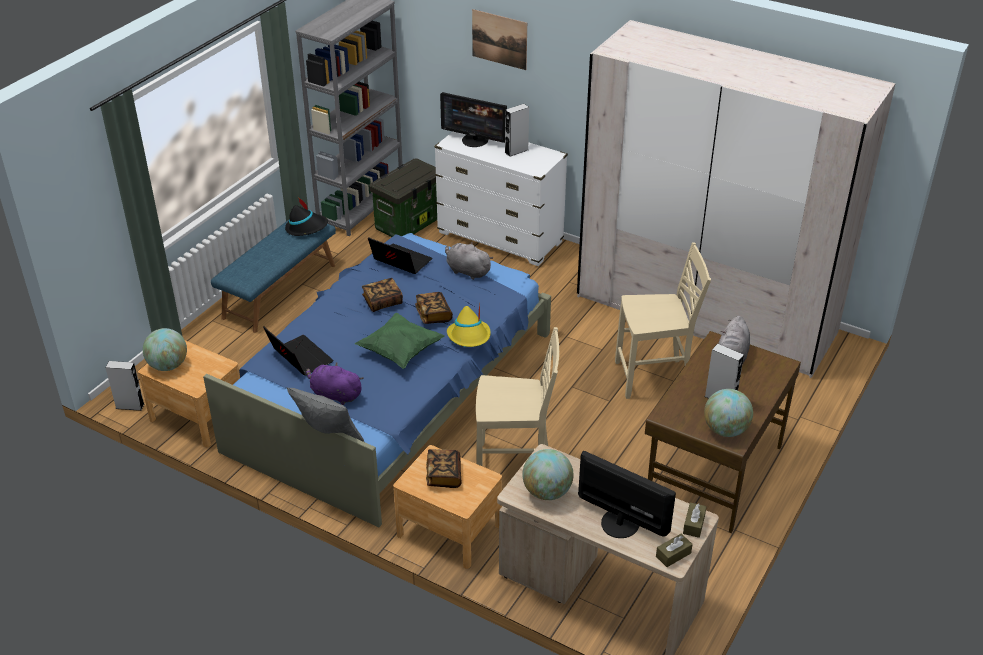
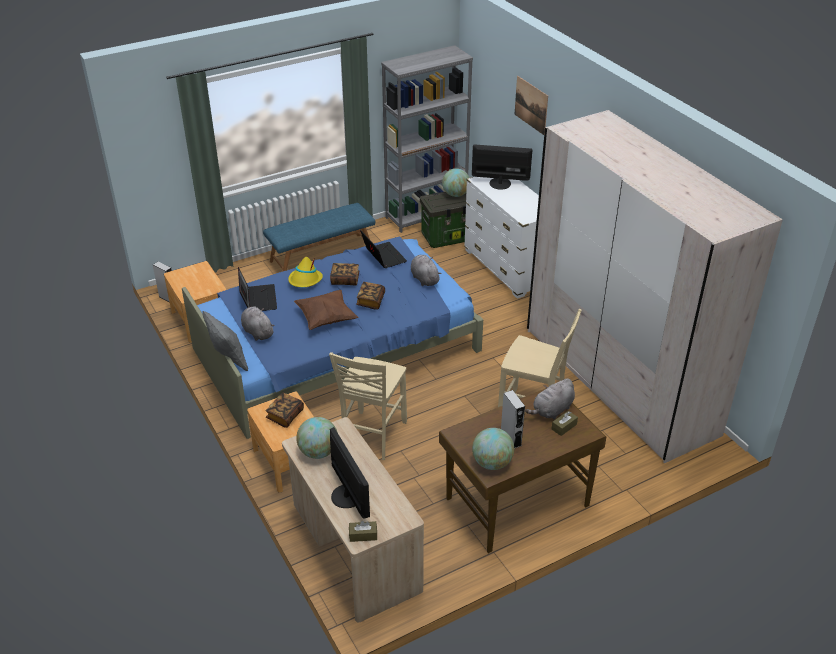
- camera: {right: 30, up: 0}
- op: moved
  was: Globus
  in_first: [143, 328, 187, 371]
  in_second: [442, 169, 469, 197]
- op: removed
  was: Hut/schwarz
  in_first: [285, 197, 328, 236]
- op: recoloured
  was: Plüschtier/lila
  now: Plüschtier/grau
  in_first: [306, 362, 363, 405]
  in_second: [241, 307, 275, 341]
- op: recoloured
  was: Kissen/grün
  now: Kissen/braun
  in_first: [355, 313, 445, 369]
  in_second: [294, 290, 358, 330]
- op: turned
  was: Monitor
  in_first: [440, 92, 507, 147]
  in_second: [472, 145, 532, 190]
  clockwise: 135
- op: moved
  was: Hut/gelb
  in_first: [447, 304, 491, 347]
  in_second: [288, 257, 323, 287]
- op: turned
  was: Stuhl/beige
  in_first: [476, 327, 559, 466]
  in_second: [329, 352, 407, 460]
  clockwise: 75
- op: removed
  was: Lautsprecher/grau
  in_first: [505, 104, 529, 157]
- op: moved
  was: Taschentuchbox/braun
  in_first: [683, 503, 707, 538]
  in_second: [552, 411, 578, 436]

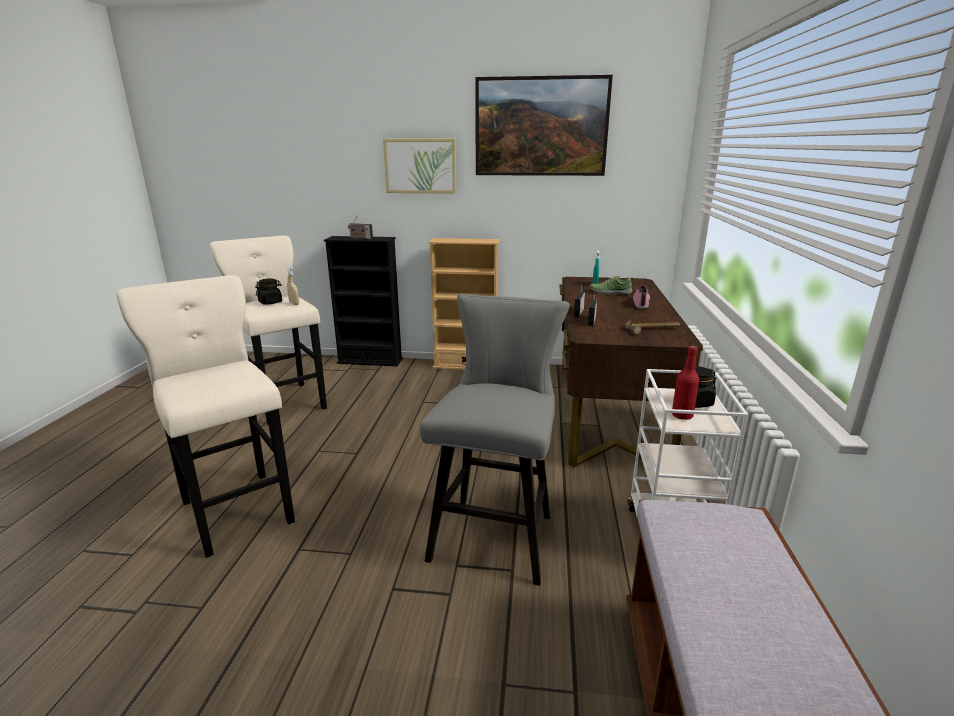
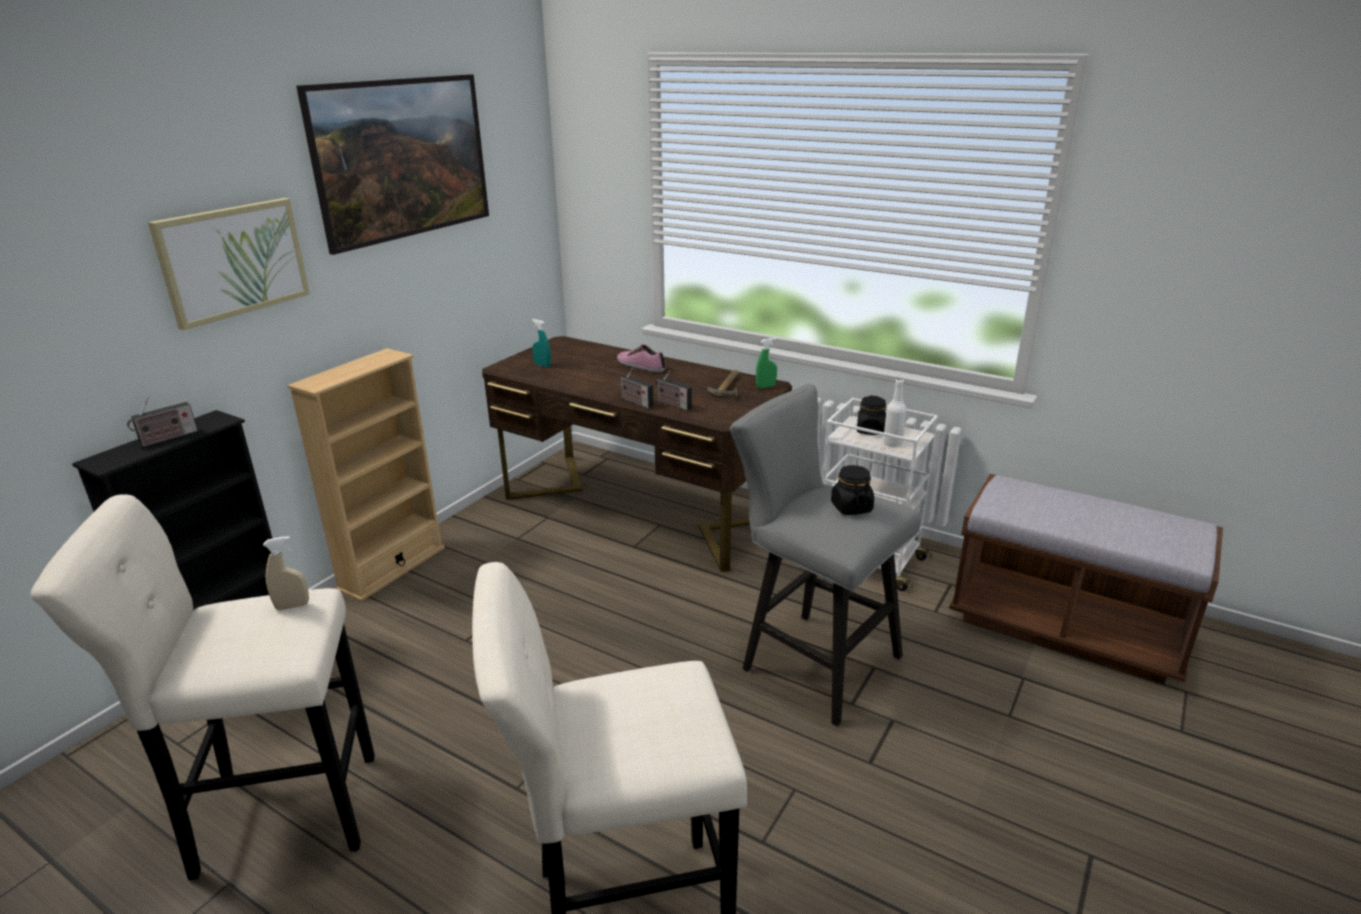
- camera: {right: -65, up: 5}
- op: moved
  was: Vorratsglas/schwarz
  in_first: [255, 279, 282, 305]
  in_second: [831, 465, 874, 515]
- op: removed
  was: Schuh
  in_first: [590, 276, 633, 295]
- op: recoloured
  was: Flasche/rot
  now: Flasche/weiß
  in_first: [672, 346, 699, 420]
  in_second: [883, 378, 907, 447]
- op: added
  now: Sprühflasche/grün
  in_second: [756, 338, 777, 388]

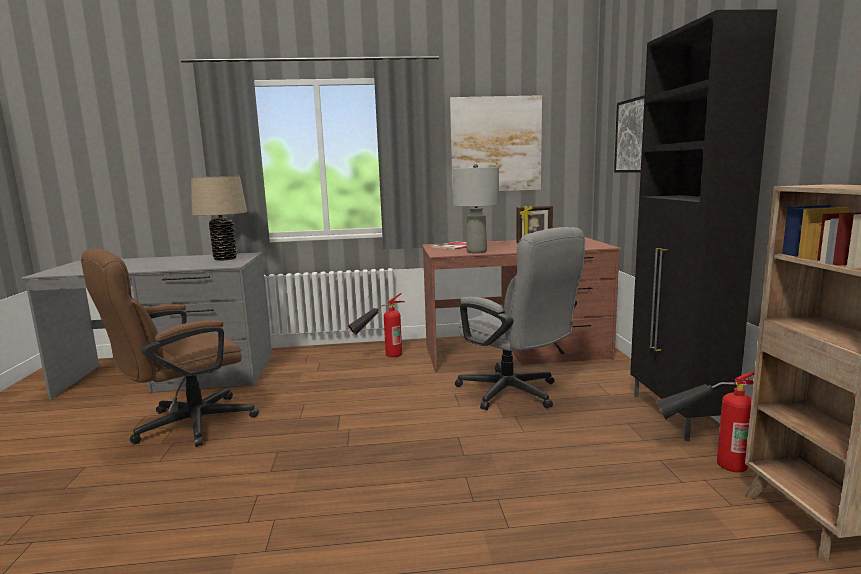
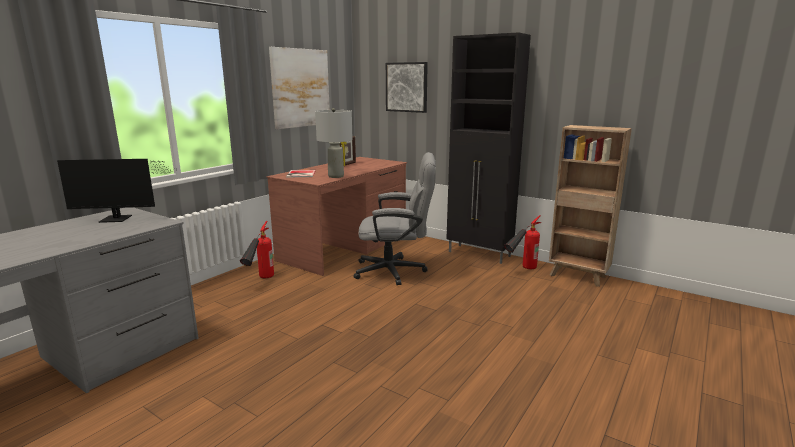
- camera: {right: -50, up: 5}
- op: removed
  was: Bürostuhl/braun
  in_first: [81, 248, 259, 447]
- op: replaced
  was: Tischlampe/beige
  now: Monitor
  in_first: [191, 176, 247, 261]
  in_second: [57, 159, 176, 223]

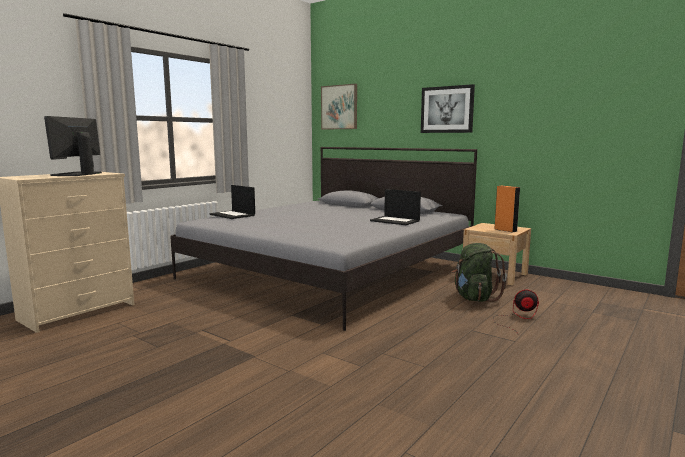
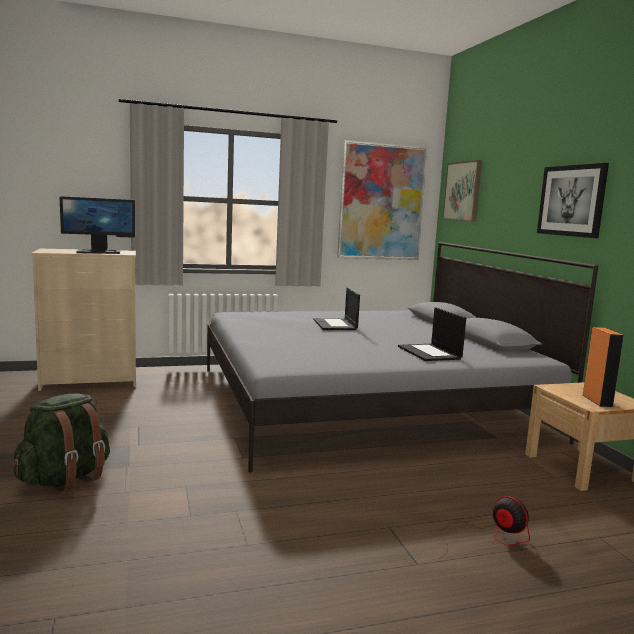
- camera: {right: 35, up: 0}
- op: turned
  was: Monitor
  in_first: [44, 116, 102, 176]
  in_second: [60, 196, 135, 254]
  clockwise: -150
- op: moved
  was: Laptop
  in_first: [209, 185, 255, 219]
  in_second: [314, 288, 360, 330]
- op: moved
  was: Rucksack/grün
  in_first: [452, 243, 507, 302]
  in_second: [13, 394, 110, 493]
- op: added
  now: Bild
  in_second: [337, 140, 428, 260]

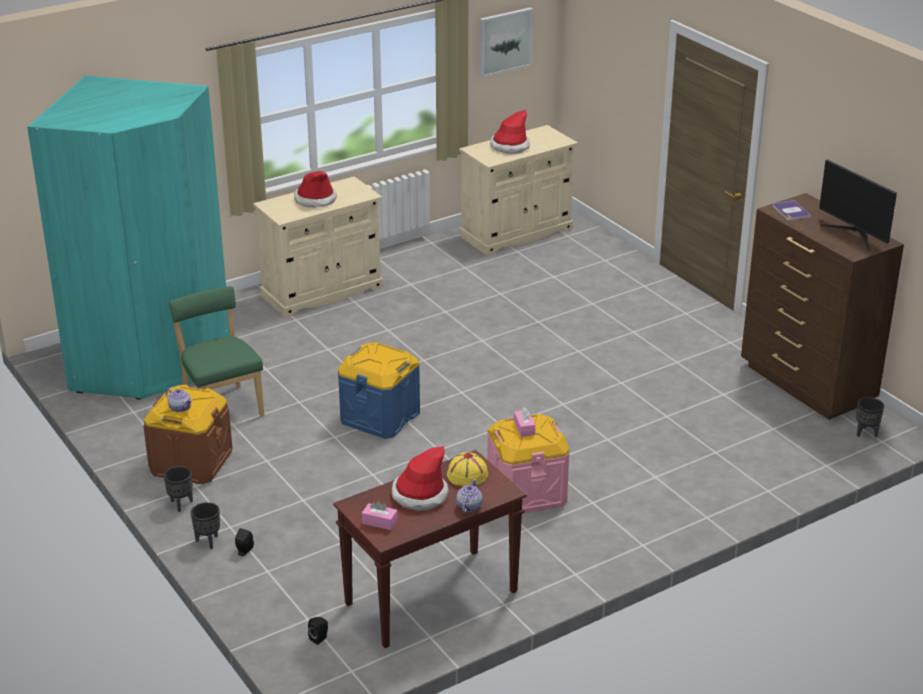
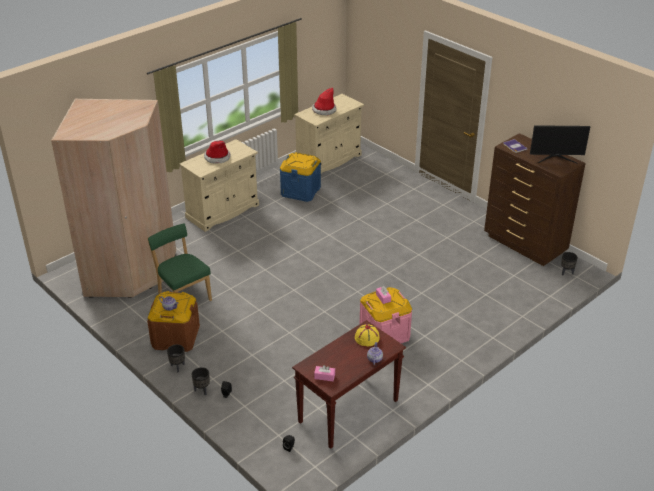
- camera: {right: -10, up: 5}
- op: recoloured
  was: Kleiderschrank/türkis
  now: Kleiderschrank/beige
  in_first: [27, 76, 230, 400]
  in_second: [51, 99, 176, 298]
- op: moved
  was: Aufbewahrungsbox/blau
  in_first: [338, 342, 420, 439]
  in_second: [280, 152, 321, 202]
- op: removed
  was: Hut
  in_first: [392, 446, 449, 511]
- op: removed
  was: Bild
  in_first: [480, 8, 533, 78]
- op: turned
  was: Monitor
  in_first: [819, 159, 897, 251]
  in_second: [530, 125, 590, 163]
  clockwise: -45

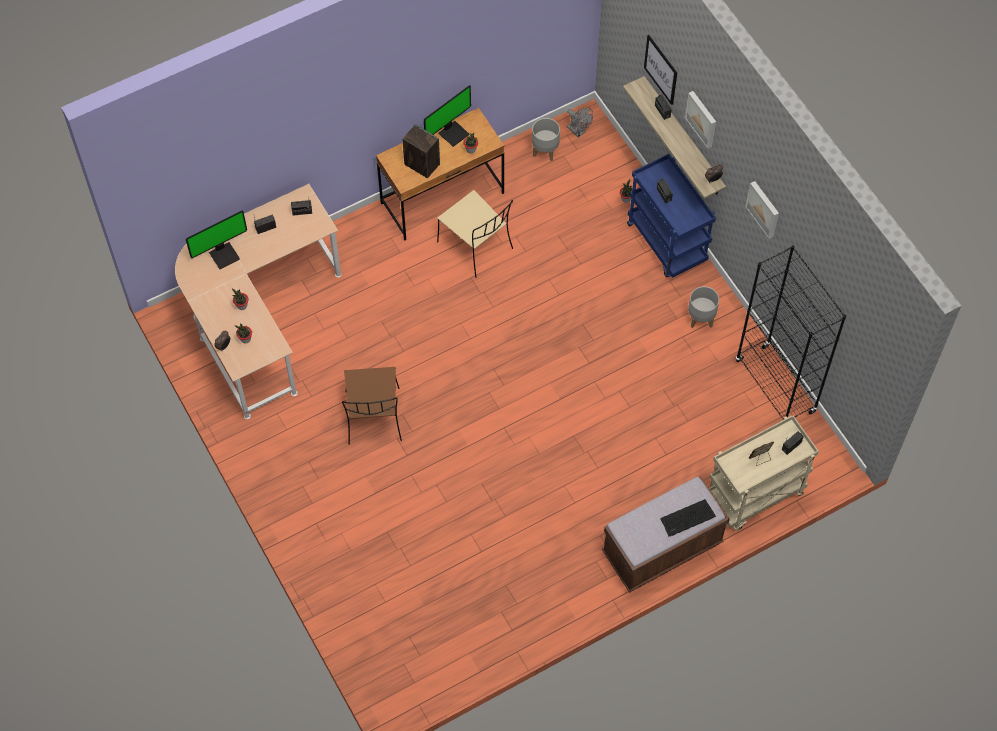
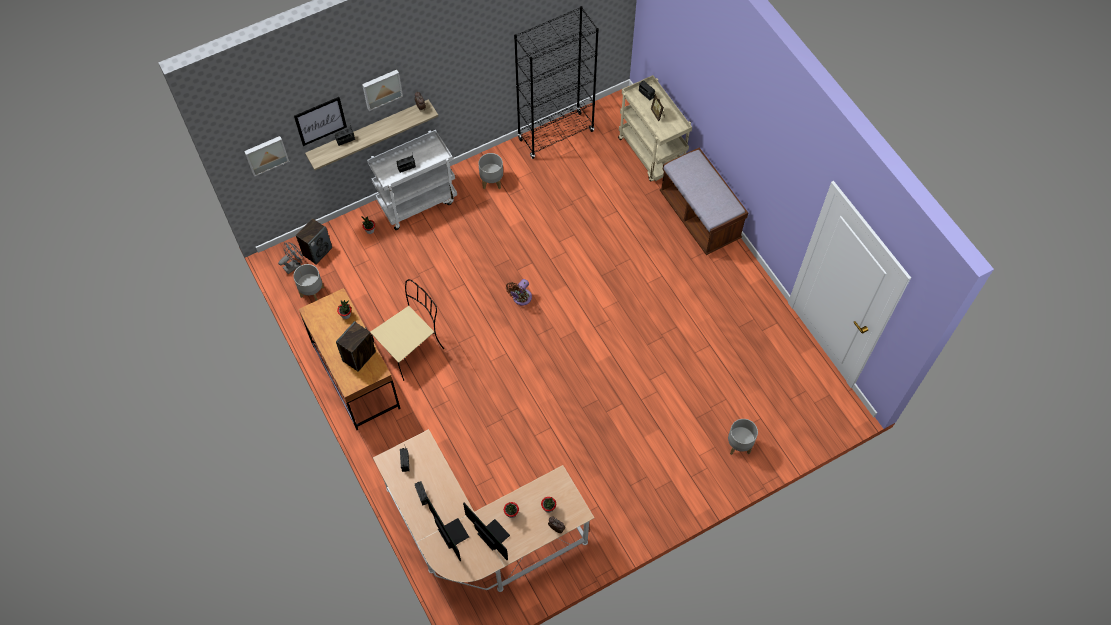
- camera: {right: -90, up: 0}
- op: removed
  was: Stuhl/braun
  in_first: [342, 367, 402, 445]
- op: moved
  was: Monitor
  in_first: [424, 85, 471, 147]
  in_second: [463, 503, 510, 561]
- op: recoloured
  was: Rollwagen/blau
  now: Rollwagen/weiß
  in_first: [627, 154, 716, 278]
  in_second: [367, 130, 457, 230]
- op: removed
  was: Tastatur
  in_first: [660, 499, 716, 536]
- op: moved
  was: Bild
  in_first: [745, 181, 779, 239]
  in_second: [244, 136, 289, 177]
- op: added
  now: Lautsprecher
  in_second: [296, 218, 332, 265]
- op: added
  now: Ventilator/braun
  in_second: [506, 279, 532, 306]
- op: added
  now: Pflanzkübel/grau
  in_second: [728, 419, 758, 455]

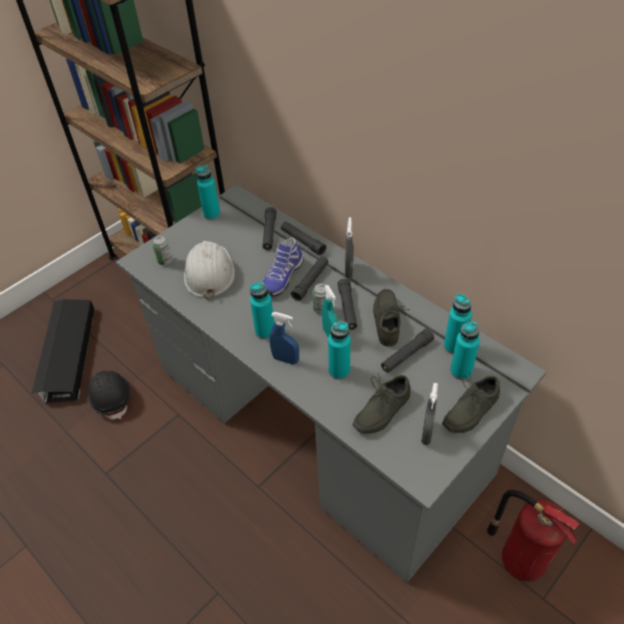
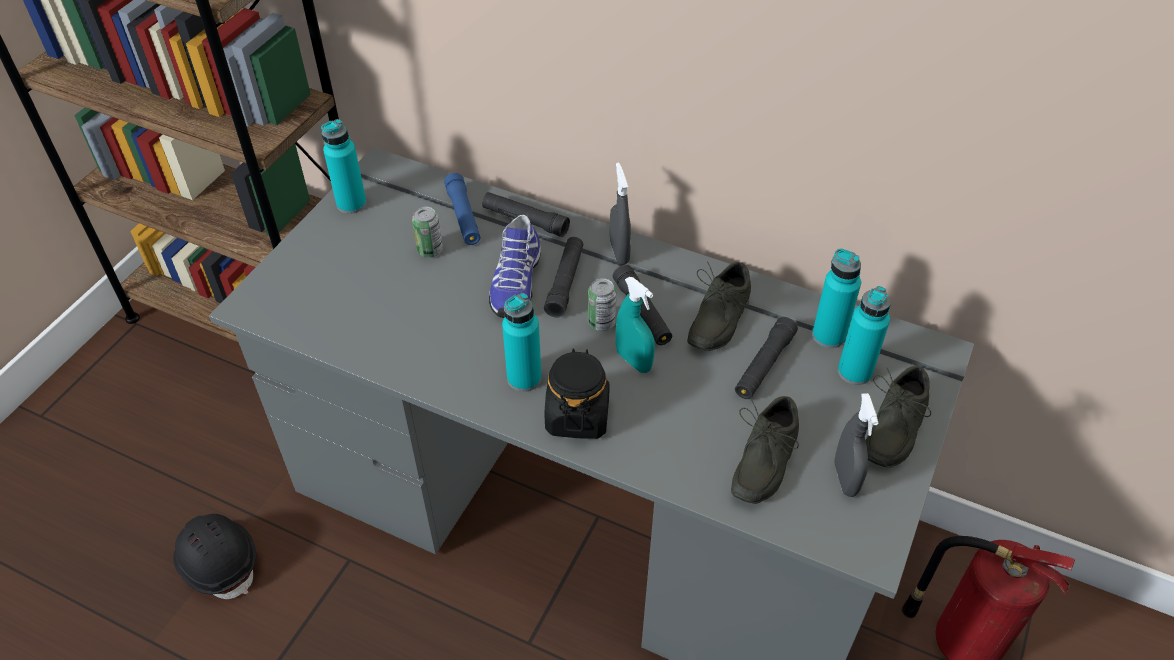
- camera: {right: -20, up: 0}
- op: removed
  was: Aufbewahrungsbox/schwarz
  in_first: [31, 299, 94, 403]
- op: moved
  was: Dose
  in_first: [152, 236, 172, 266]
  in_second: [412, 206, 443, 257]
- op: removed
  was: Schutzhelm/weiß
  in_first: [184, 240, 235, 300]
- op: recoloured
  was: Taschenlampe/schwarz
  now: Taschenlampe/blau
  in_first: [262, 207, 277, 250]
  in_second: [444, 173, 480, 245]
- op: replaced
  was: Sprühflasche/blau
  now: Vorratsglas/schwarz
  in_first: [269, 312, 299, 365]
  in_second: [544, 348, 610, 439]
- op: removed
  was: Flasche/türkis
  in_first: [328, 321, 351, 380]
- op: turned
  was: Schuh/grau
  in_first: [373, 289, 410, 346]
  in_second: [687, 261, 751, 351]
  clockwise: -135

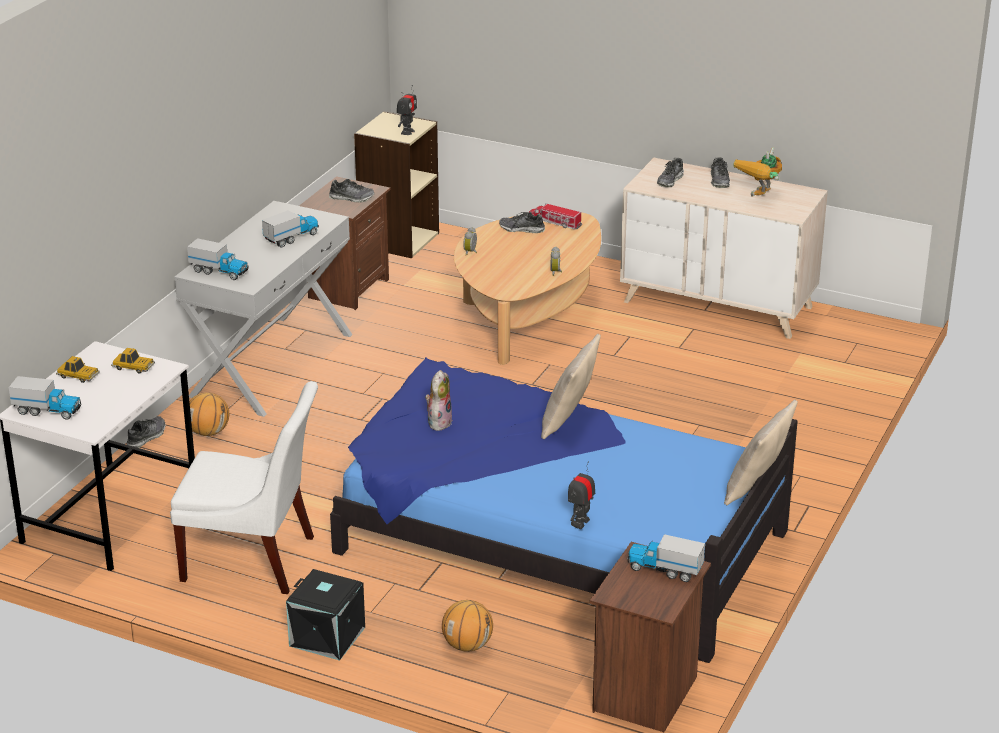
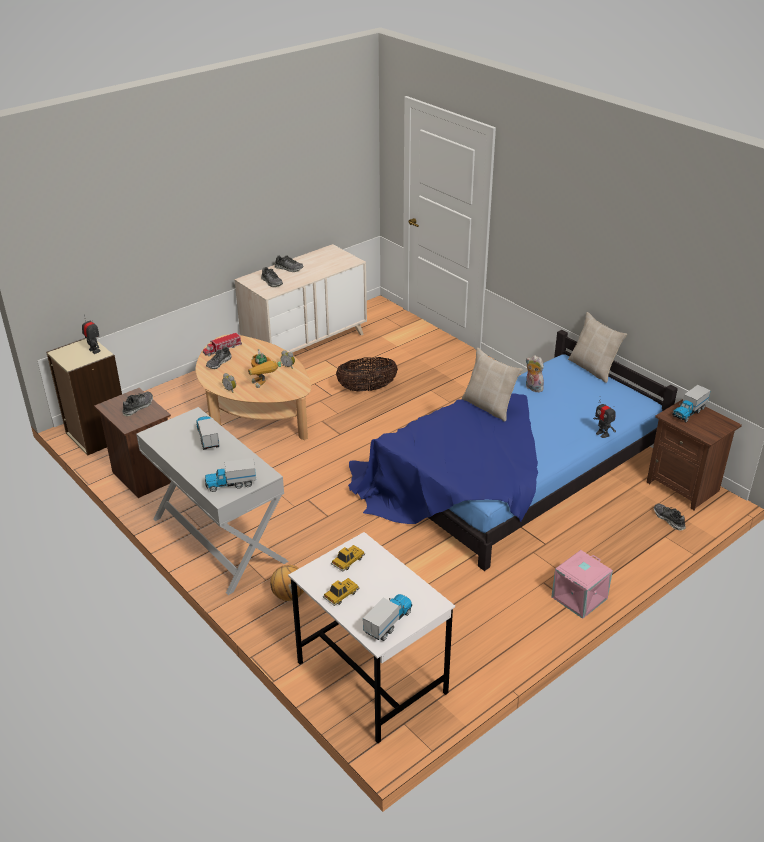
- camera: {right: -65, up: 5}
- op: moved
  was: Schuh
  in_first: [126, 416, 166, 448]
  in_second: [654, 504, 686, 530]
- op: removed
  was: Stuhl/weiß
  in_first: [170, 381, 318, 594]
- op: turned
  was: Spielzeuglaster
  in_first: [187, 238, 249, 280]
  in_second: [205, 458, 256, 492]
  clockwise: -150
- op: recoloured
  was: Aufbewahrungsbox/schwarz
  now: Aufbewahrungsbox/rosa
  in_first: [286, 569, 365, 661]
  in_second: [551, 550, 613, 619]
- op: moved
  was: Plüschtier
  in_first: [425, 370, 452, 431]
  in_second: [526, 355, 544, 393]
- op: removed
  was: Basketball
  in_first: [442, 600, 493, 652]
- op: moved
  was: Spielzeugroboter
  in_first: [733, 147, 782, 197]
  in_second: [248, 349, 281, 388]
- op: added
  now: Korb
  in_second: [336, 357, 398, 392]

